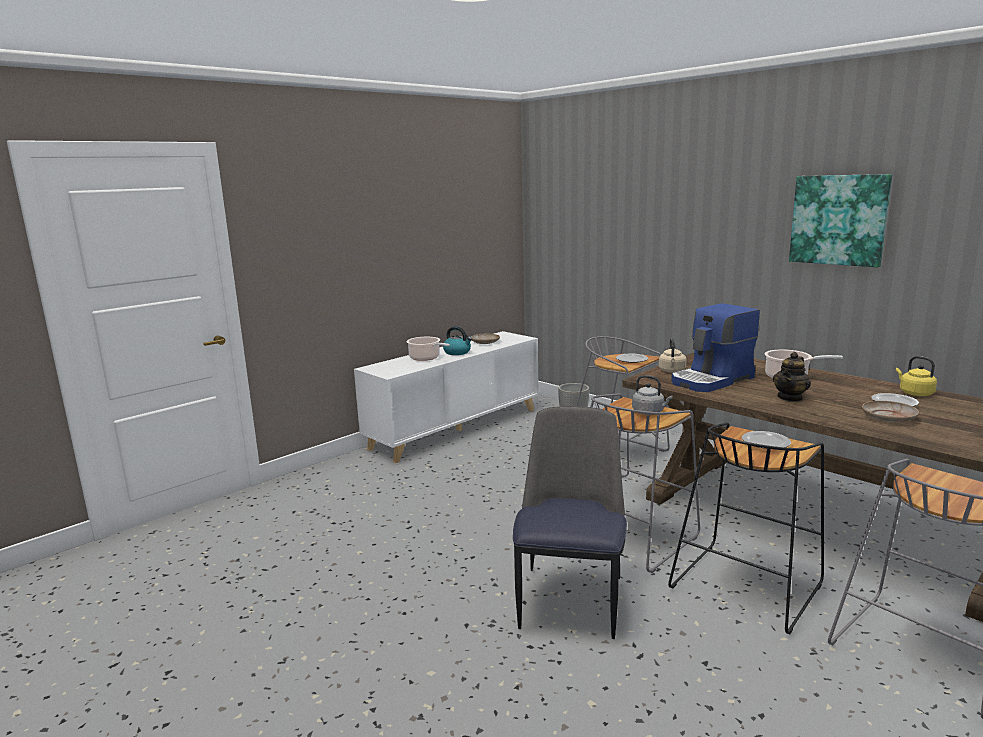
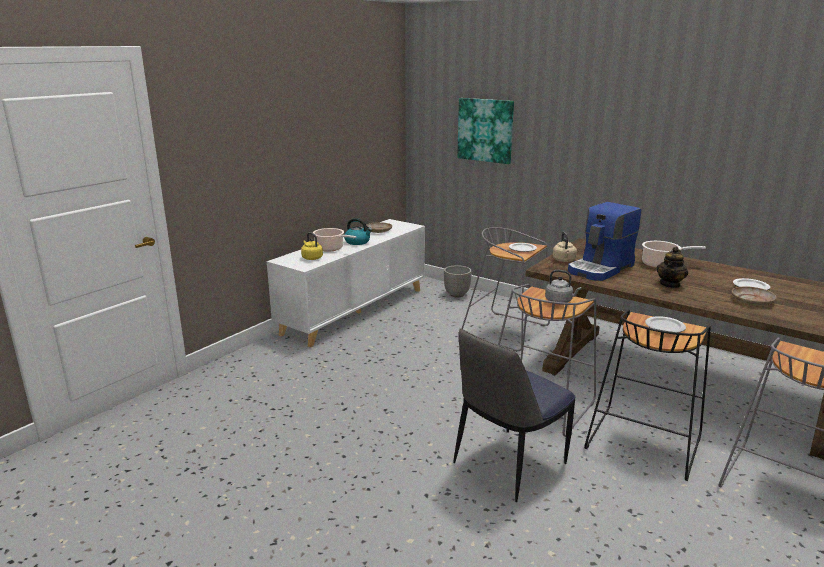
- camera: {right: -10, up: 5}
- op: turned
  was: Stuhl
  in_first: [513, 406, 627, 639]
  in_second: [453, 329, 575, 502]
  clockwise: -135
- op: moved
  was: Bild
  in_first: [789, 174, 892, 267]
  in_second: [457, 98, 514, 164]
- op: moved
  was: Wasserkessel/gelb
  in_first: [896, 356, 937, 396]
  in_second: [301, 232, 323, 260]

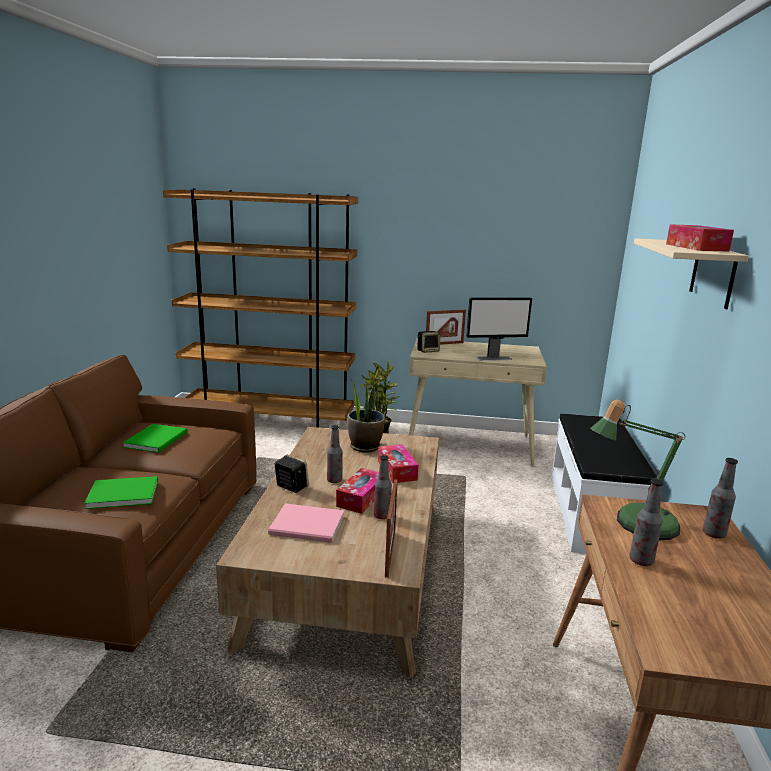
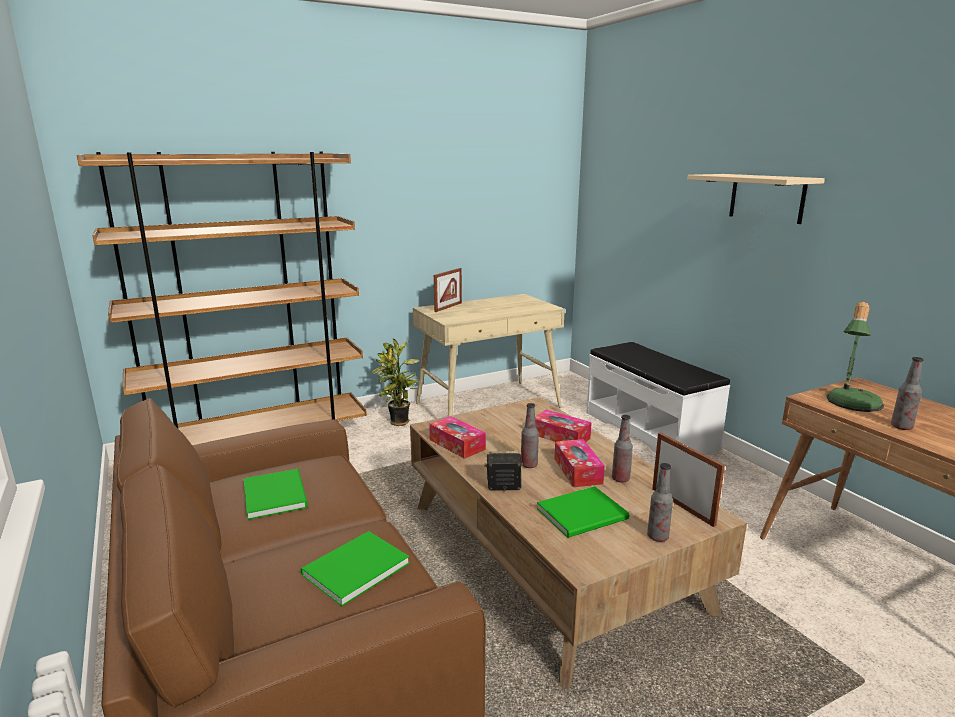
- camera: {right: -35, up: 0}
- op: recoloured
  was: Buch/rosa
  now: Buch/grün
  in_first: [268, 503, 344, 543]
  in_second: [537, 486, 629, 538]
- op: removed
  was: Topfpflanze
  in_first: [348, 380, 385, 453]
- op: removed
  was: Lautsprecher
  in_first: [418, 331, 440, 353]
- op: removed
  was: Monitor
  in_first: [466, 297, 532, 361]
- op: moved
  was: Taschentuchbox
  in_first: [666, 224, 734, 252]
  in_second: [429, 416, 486, 459]
- op: moved
  was: Flasche
  in_first: [703, 458, 738, 539]
  in_second: [647, 463, 673, 542]

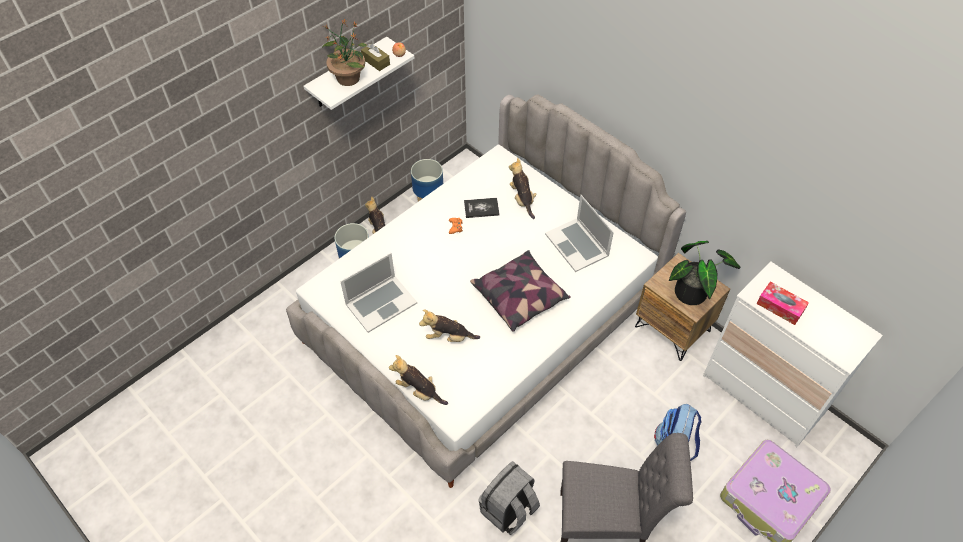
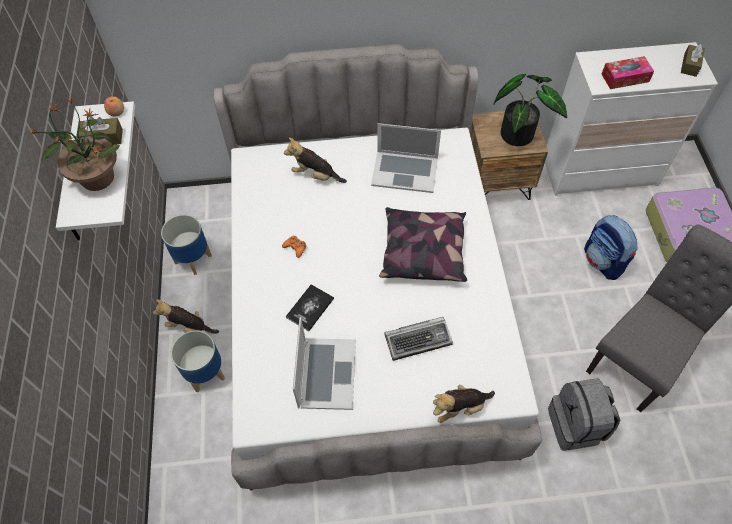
- camera: {right: -50, up: 5}
- op: replaced
  was: Plüschtier
  now: Tastatur
  in_first: [419, 310, 480, 342]
  in_second: [384, 317, 453, 361]
- op: moved
  was: Buch
  in_first: [464, 198, 500, 218]
  in_second: [286, 284, 334, 332]
- op: added
  now: Taschentuchbox/braun
  in_second: [681, 44, 705, 77]

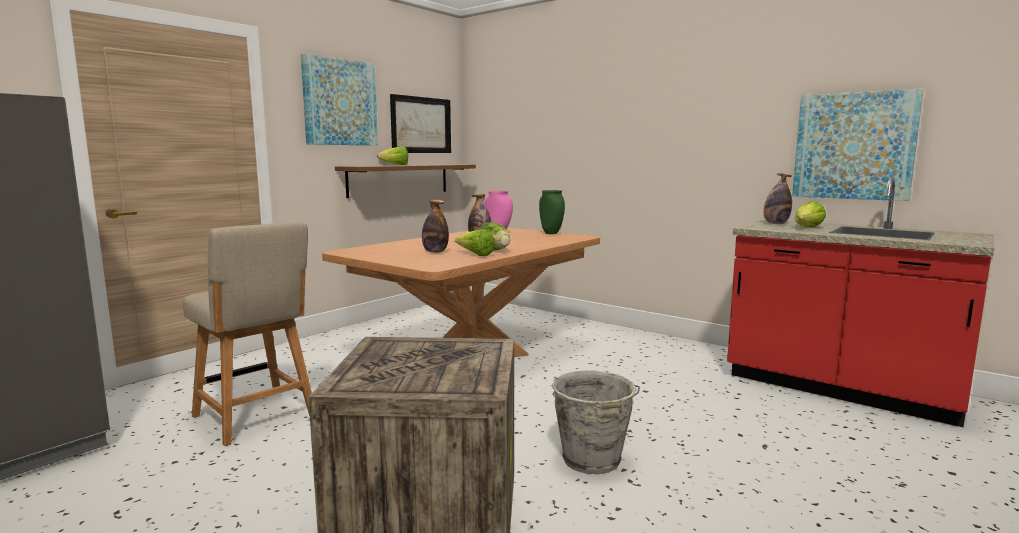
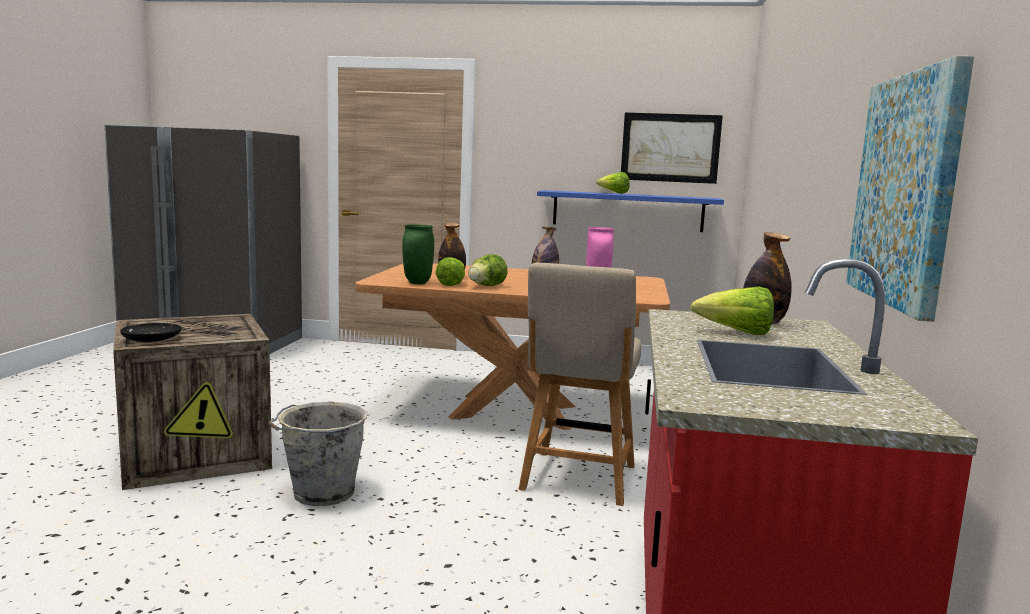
- camera: {right: 60, up: 0}
- op: moved
  was: Stuhl/beige
  in_first: [183, 221, 312, 446]
  in_second: [519, 263, 641, 506]
- op: removed
  was: Bild
  in_first: [301, 53, 378, 146]
- op: recoloured
  was: Wandregal/braun
  now: Wandregal/blau
  in_first: [335, 164, 476, 198]
  in_second: [537, 190, 724, 232]
- op: moved
  was: Vase/grün
  in_first: [539, 190, 565, 234]
  in_second: [402, 224, 434, 284]
- op: added
  now: Teller/schwarz
  in_second: [120, 323, 182, 342]

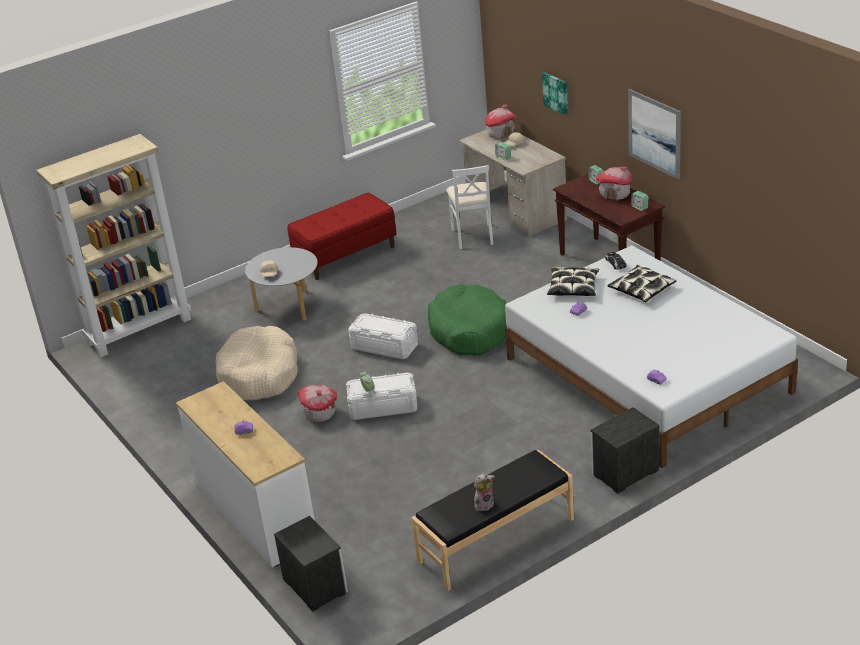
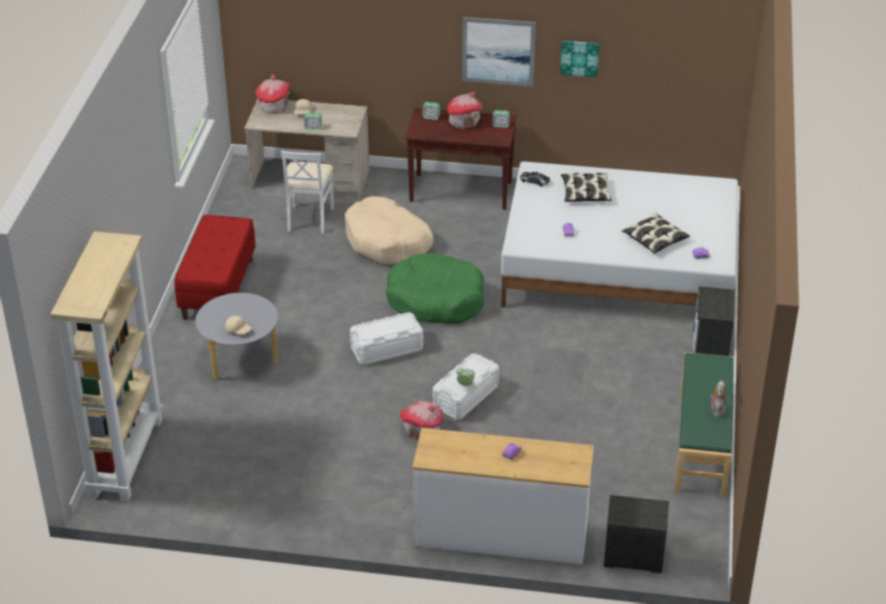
- camera: {right: -50, up: 5}
- op: moved
  was: Hundebett/beige
  in_first: [215, 326, 298, 400]
  in_second: [345, 196, 433, 265]
- op: recoloured
  was: Bank/schwarz
  now: Bank/grün
  in_first: [411, 450, 574, 591]
  in_second: [674, 352, 734, 497]
- op: turned
  was: Stuhl/weiß
  in_first: [446, 165, 494, 249]
  in_second: [281, 151, 334, 234]
  clockwise: 60
- op: moved
  was: Bild
  in_first: [542, 72, 568, 115]
  in_second: [560, 41, 599, 77]
- op: moved
  was: Kissen
  in_first: [547, 267, 599, 296]
  in_second: [622, 213, 690, 254]

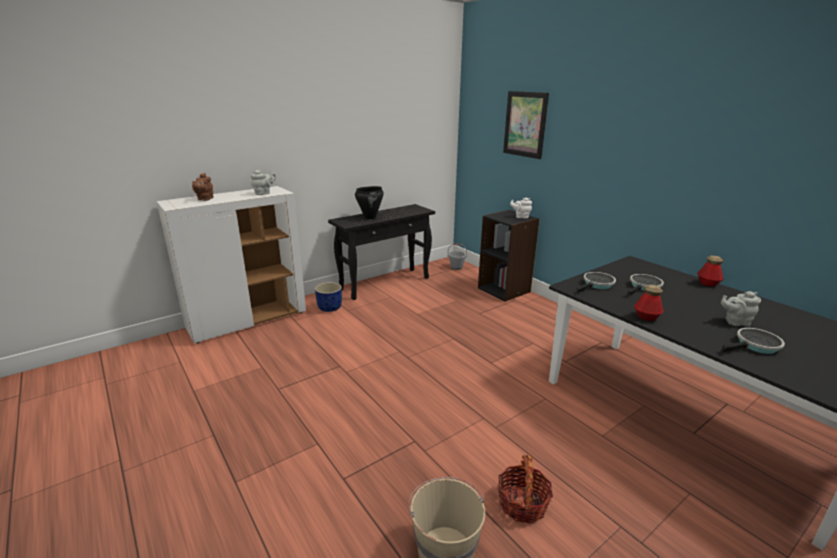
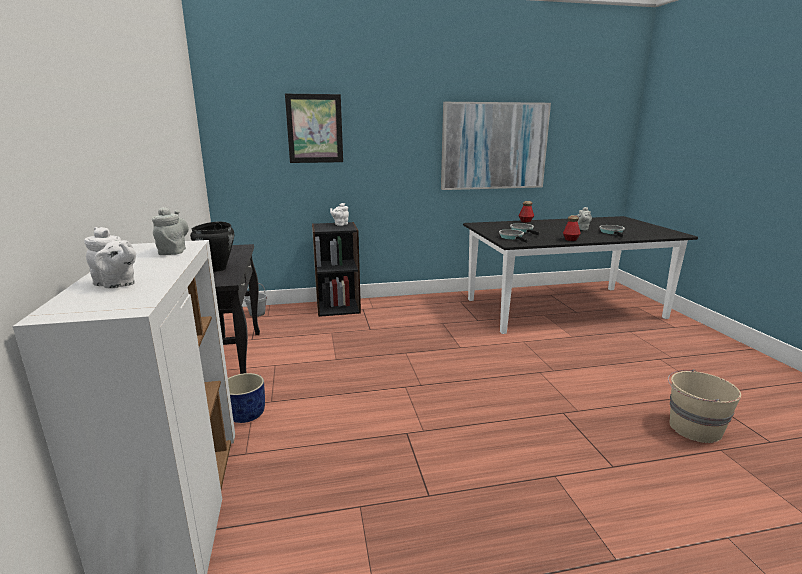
- camera: {right: -65, up: -5}
- op: recoloured
  was: Teekanne/braun
  now: Teekanne/weiß
  in_first: [192, 173, 214, 201]
  in_second: [84, 227, 136, 289]
- op: removed
  was: Korb
  in_first: [498, 454, 553, 524]
- op: added
  now: Bild
  in_second: [441, 102, 551, 190]

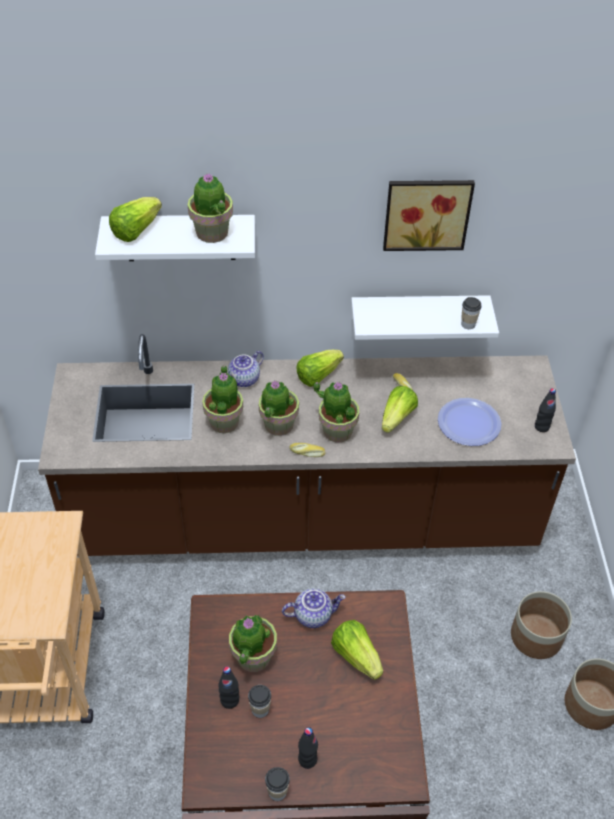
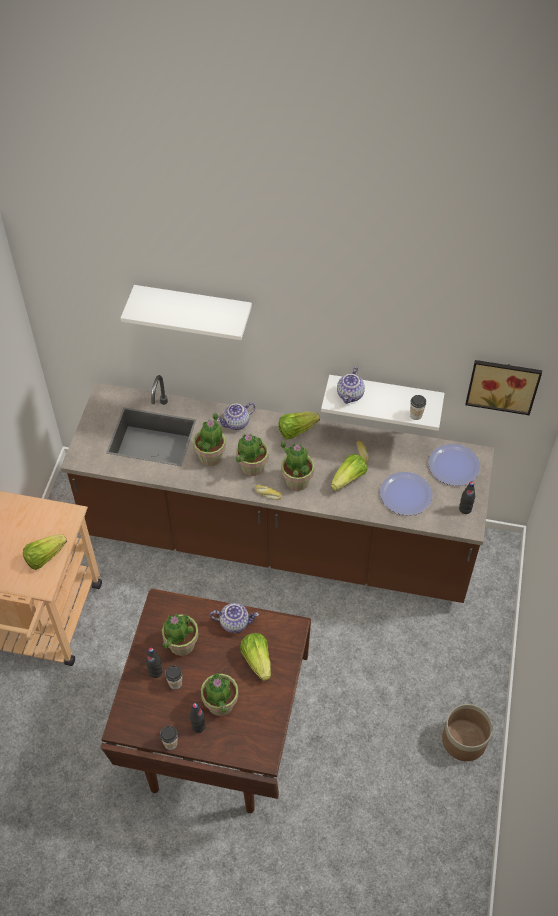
- camera: {right: 15, up: 5}
- op: moved
  was: Salatkopf
  in_first: [109, 197, 162, 242]
  in_second: [23, 534, 67, 570]
- op: moved
  was: Topfpflanze
  in_first: [188, 173, 233, 243]
  in_second: [201, 673, 238, 716]
- op: moved
  was: Bild
  in_first: [383, 180, 475, 251]
  in_second: [465, 360, 542, 415]
- op: removed
  was: Pflanzkübel
  in_first: [511, 591, 572, 659]
- op: added
  now: Teekanne
  in_second: [337, 367, 365, 404]
- op: added
  now: Teller
  in_second: [429, 444, 480, 486]

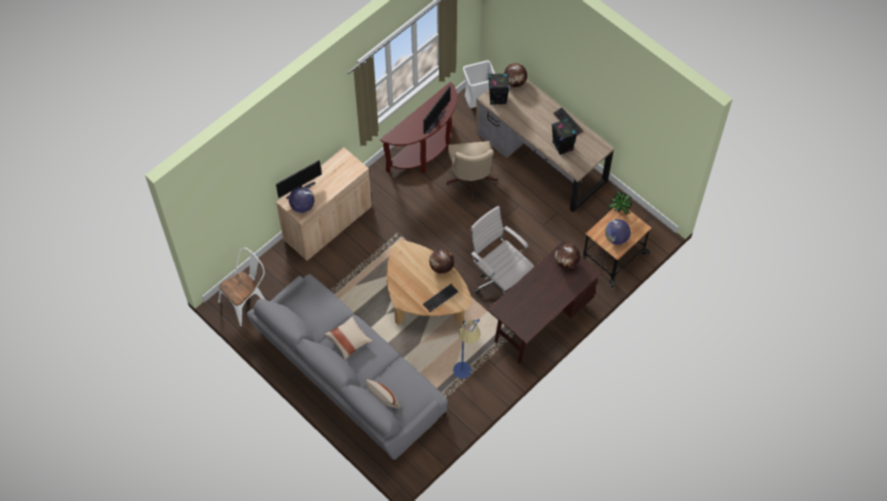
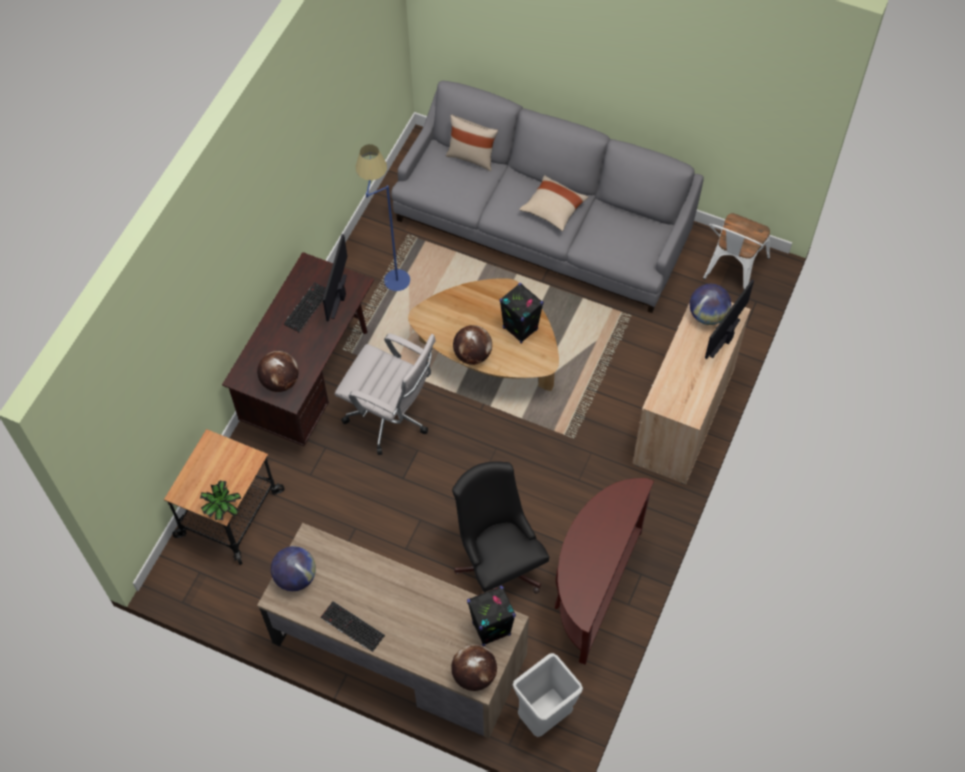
- camera: {right: 160, up: 0}
- op: moved
  was: Monitor
  in_first: [423, 86, 450, 134]
  in_second: [323, 234, 347, 322]
- op: moved
  was: Tastatur
  in_first: [423, 284, 459, 312]
  in_second: [284, 282, 326, 332]
- op: recoloured
  was: Bürostuhl/beige
  now: Bürostuhl/schwarz
  in_first: [446, 141, 497, 200]
  in_second: [452, 461, 549, 593]
- op: moved
  was: Lautsprecher/schwarz
  in_first: [552, 118, 577, 155]
  in_second: [500, 283, 544, 344]
- op: moved
  was: Globus
  in_first: [605, 219, 631, 245]
  in_second: [271, 546, 316, 591]

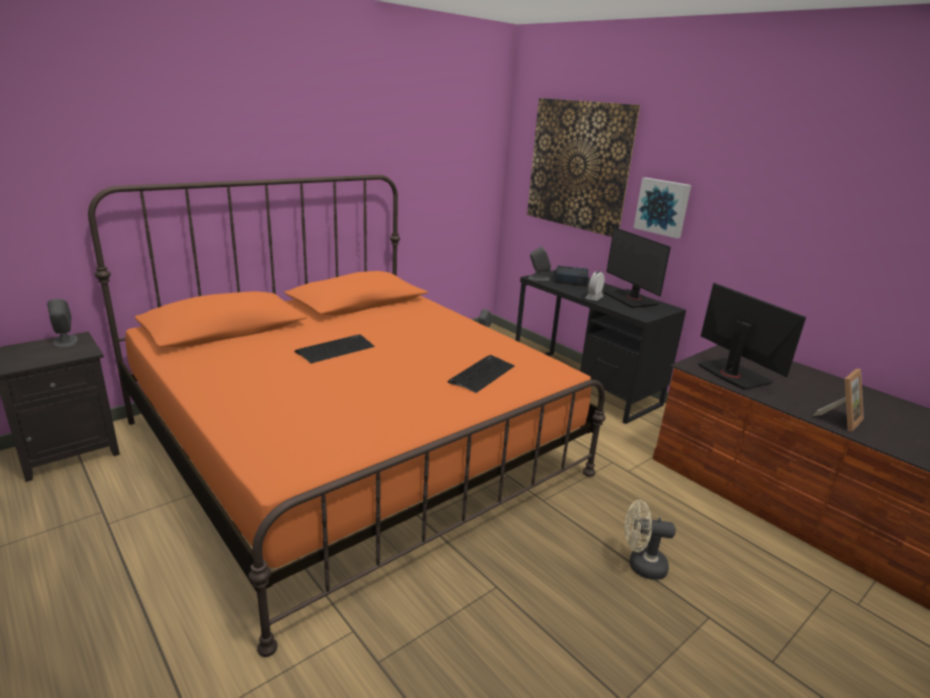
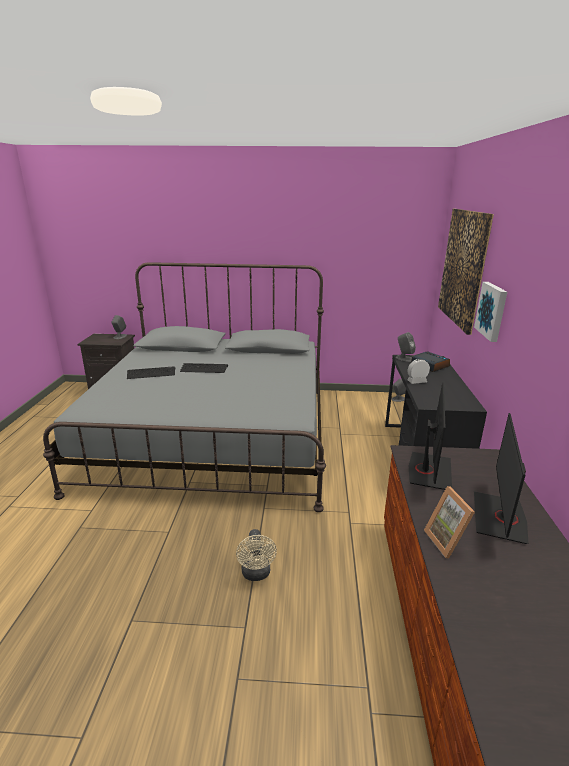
- camera: {right: 45, up: 0}
- op: recoloured
  was: Bett/orange
  now: Bett/grau
  in_first: [88, 175, 605, 657]
  in_second: [43, 262, 326, 512]
- op: moved
  was: Tastatur
  in_first: [448, 355, 514, 393]
  in_second: [127, 367, 175, 379]
- op: moved
  was: Monitor
  in_first: [603, 227, 671, 308]
  in_second: [474, 413, 529, 544]
- op: turned
  was: Ventilator/beige
  in_first: [625, 500, 676, 580]
  in_second: [236, 529, 277, 581]
  clockwise: -150
- op: turned
  was: Bilderrahmen
  in_first: [813, 369, 864, 431]
  in_second: [424, 486, 475, 558]
  clockwise: 75

